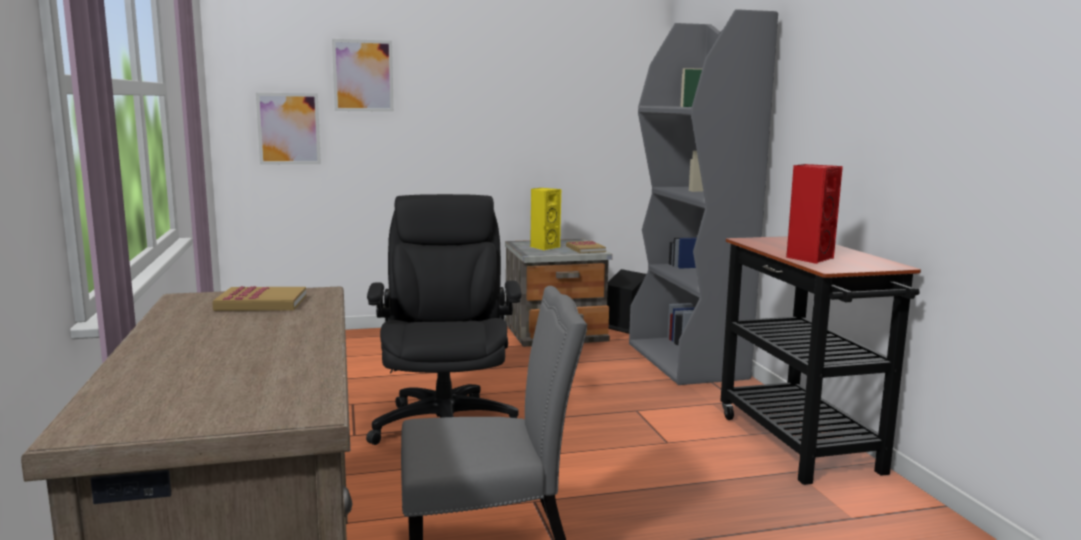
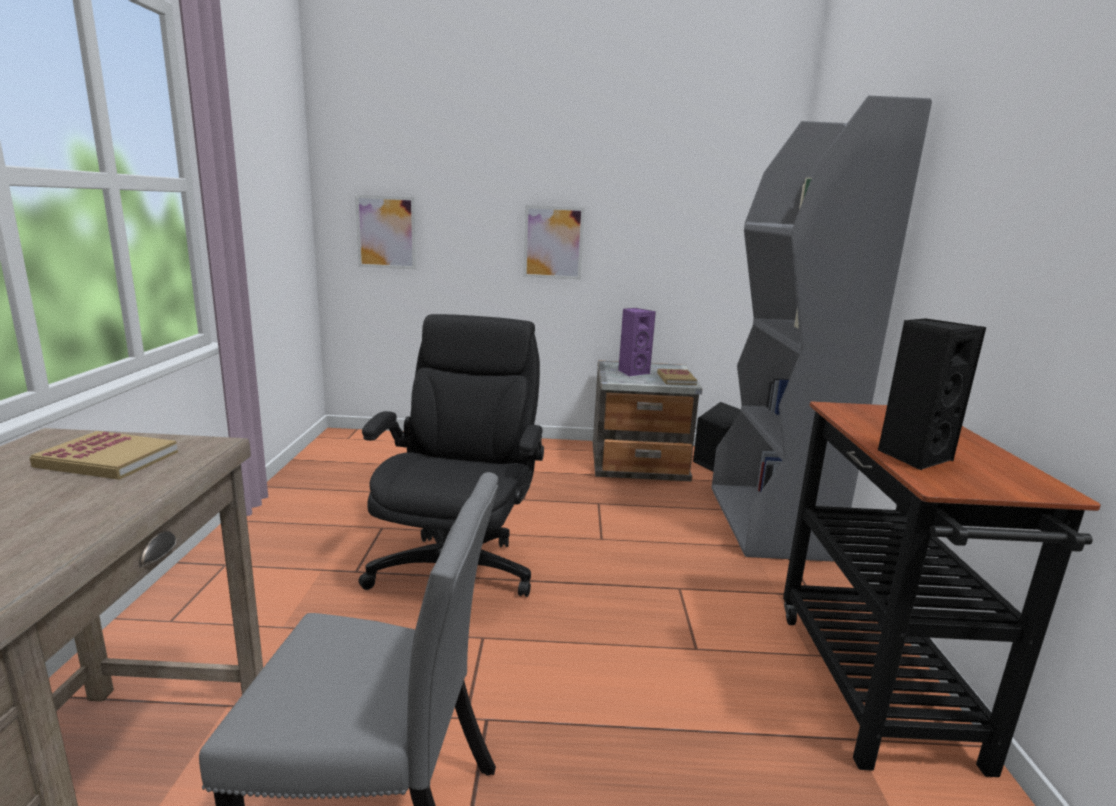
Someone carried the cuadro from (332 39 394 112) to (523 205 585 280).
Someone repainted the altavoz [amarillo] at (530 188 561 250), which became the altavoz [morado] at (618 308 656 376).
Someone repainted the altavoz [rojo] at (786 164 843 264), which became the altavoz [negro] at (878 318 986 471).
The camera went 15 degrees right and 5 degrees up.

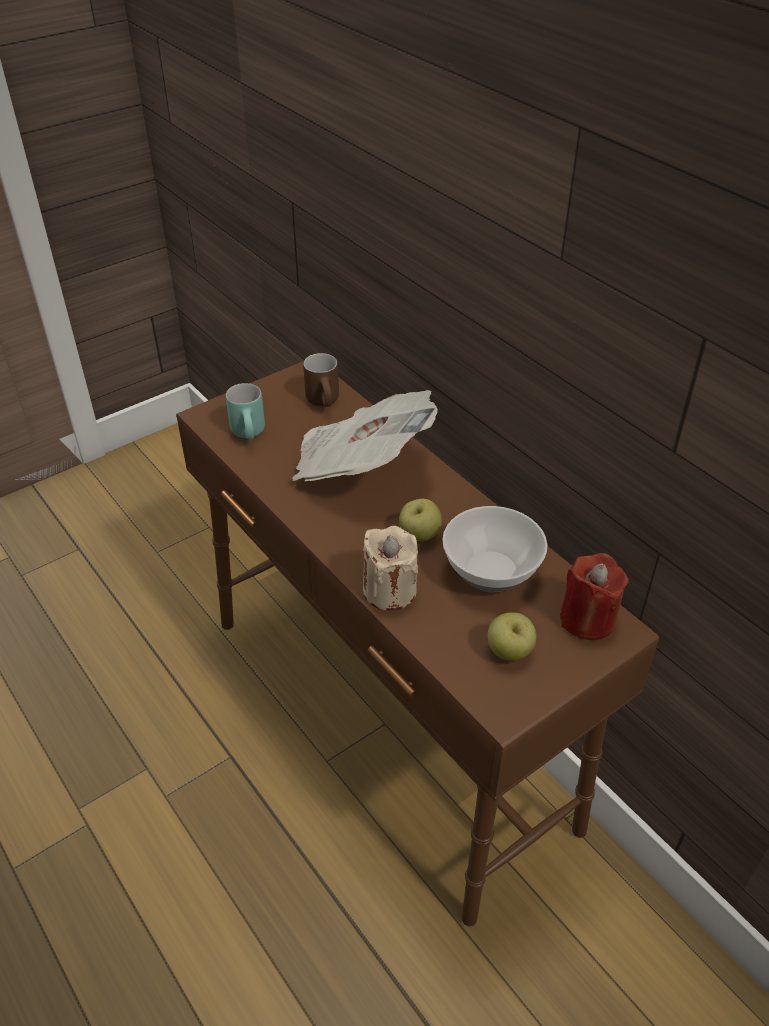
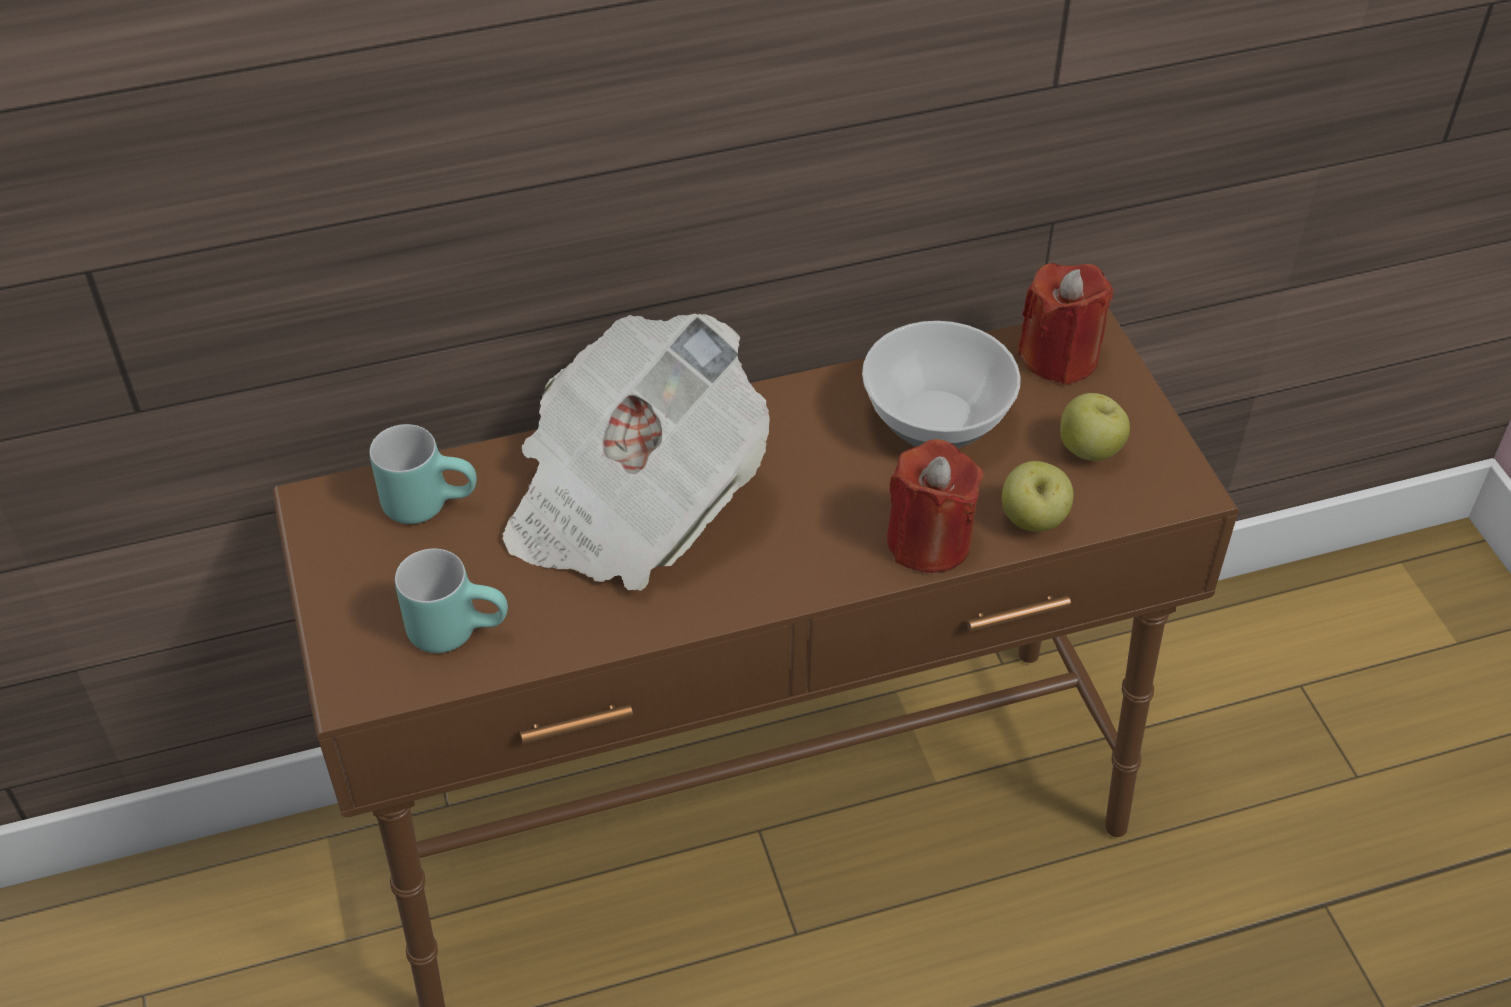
Someone repainted the taza grande [marrón] at (303 353 339 407), which became the taza grande [turquesa] at (370 424 477 524).
Someone repainted the vela [beis] at (363 526 418 611), which became the vela [rojo] at (887 439 983 573).
Someone carried the manzana from (399 499 442 541) to (1002 461 1074 532).
The camera went 70 degrees left and 5 degrees up.

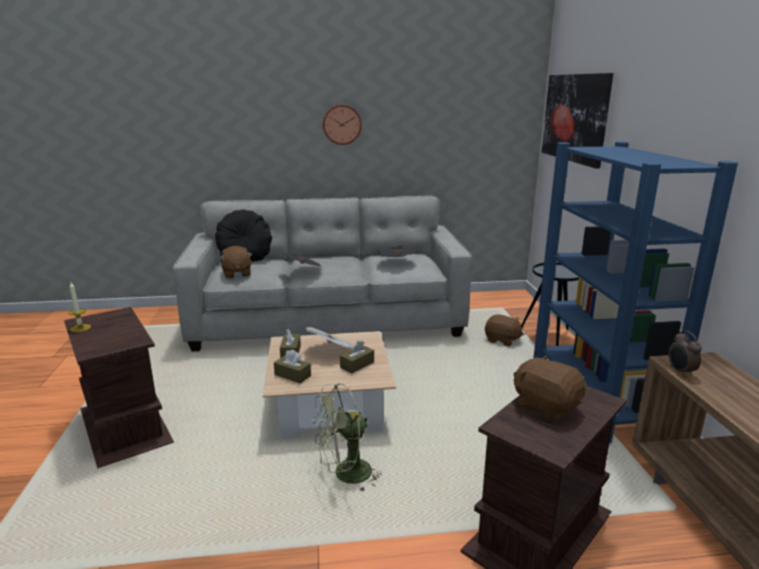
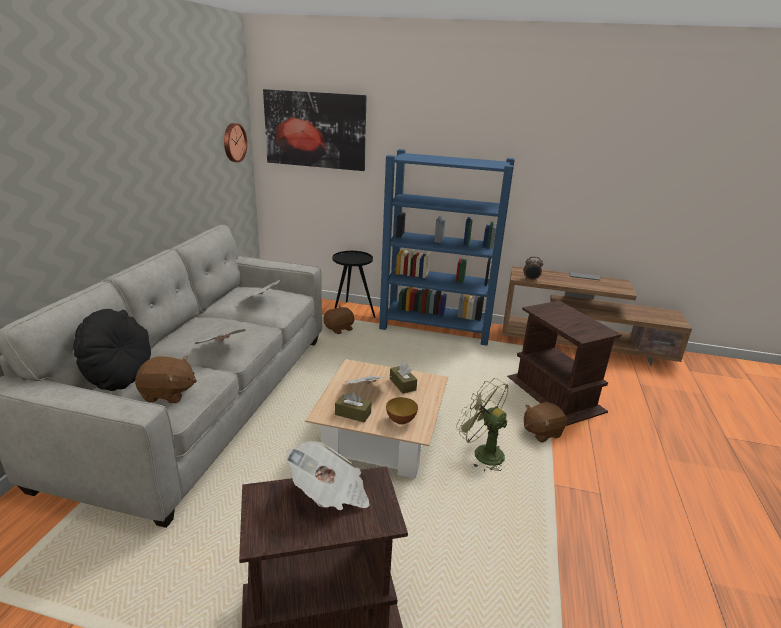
Someone took away the vela at (68 282 91 332).
Someone swapped the caja de pañuelos [marrón] at (274 349 311 383) for the cuenco at (386 397 418 425).
Someone rotated the ventilador [verde] at (312 383 382 491) by 135 degrees clockwise.
Someone carried the reloj de pared from (323 105 362 145) to (224 123 247 162).
Someone carried the peluche [marrón] from (513 355 586 421) to (524 402 567 443).
Someone put down the periódico at (286 441 370 510).
The camera went 70 degrees left and 5 degrees up.

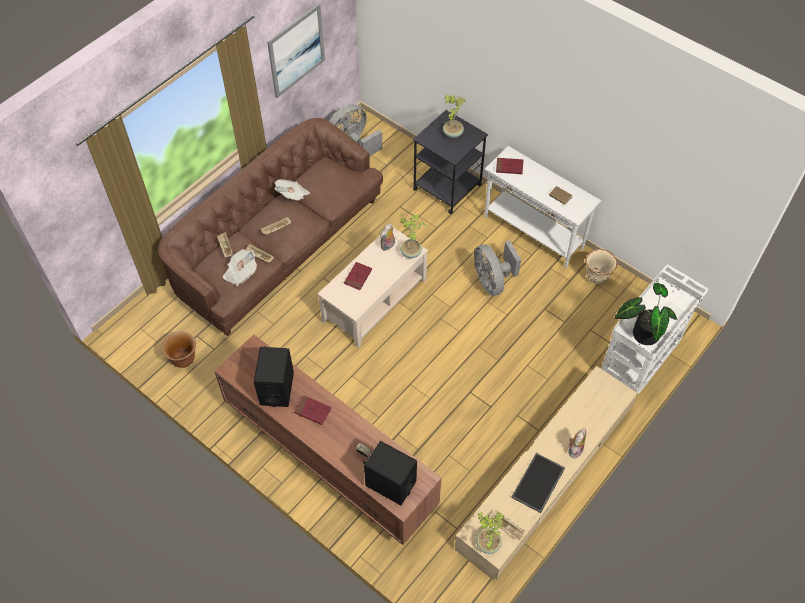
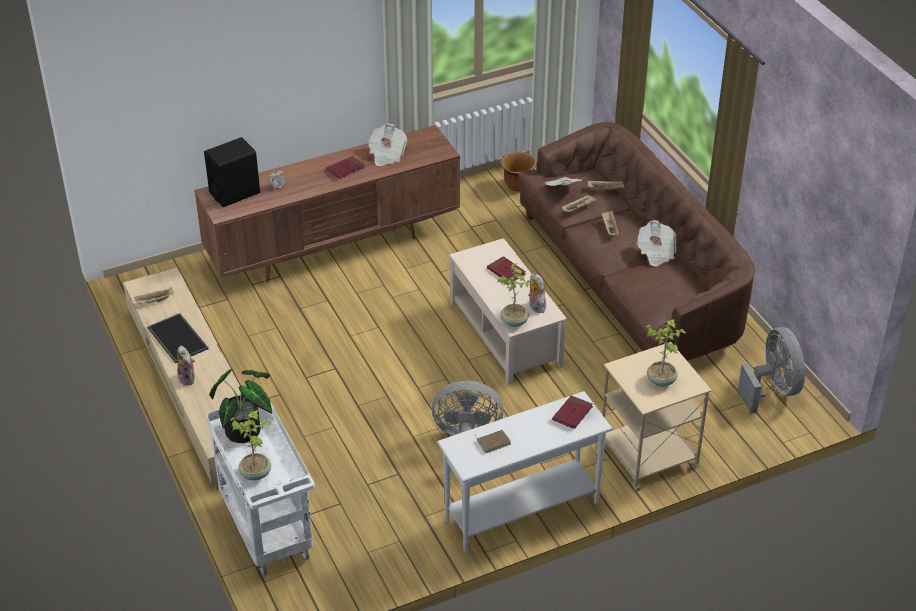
Someone swapped the altavoz [negro] at (254 346 294 407) for the periódico at (368 124 407 166).
Someone took away the cuadro at (267 3 325 98).
Someone repainted the carrito [negro] at (413 110 488 214), which became the carrito [beis] at (602 342 712 491).
Someone carried the planta en maceta from (476 512 504 554) to (230 410 271 480).
Someone took away the maceta [beis] at (585 249 617 284).
The camera went 115 degrees right and 15 degrees down.

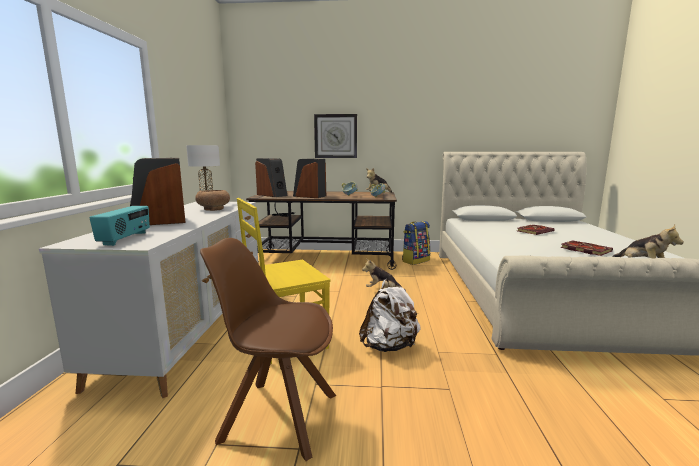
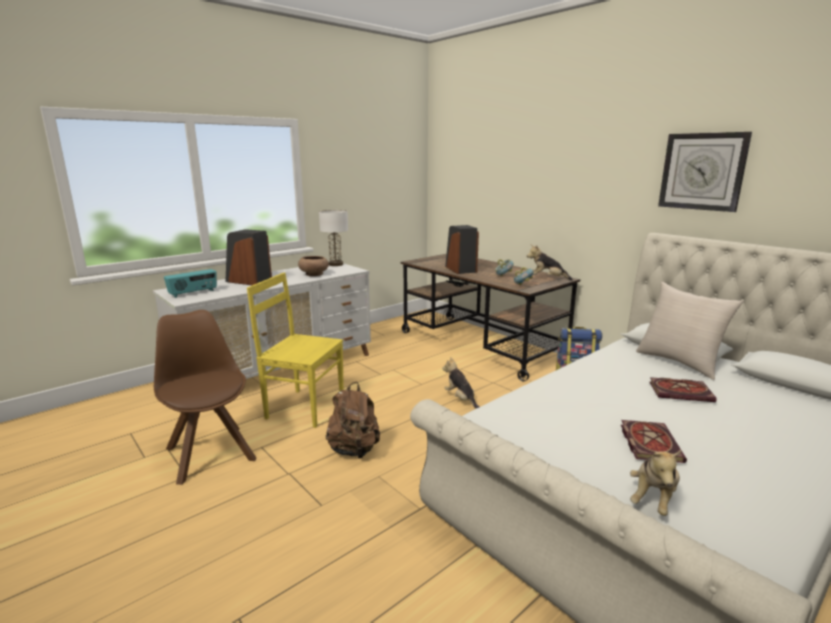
Someone took away the altavoz at (255 158 287 197).
Someone carried the reloj de pared from (314 114 357 158) to (658 132 752 212).
Someone repainted the mochila [blanco] at (359 279 421 352), which became the mochila [marrón] at (326 382 380 459).
Someone put down the cojín [beis] at (636 282 744 380).
The camera went 45 degrees right and 5 degrees up.

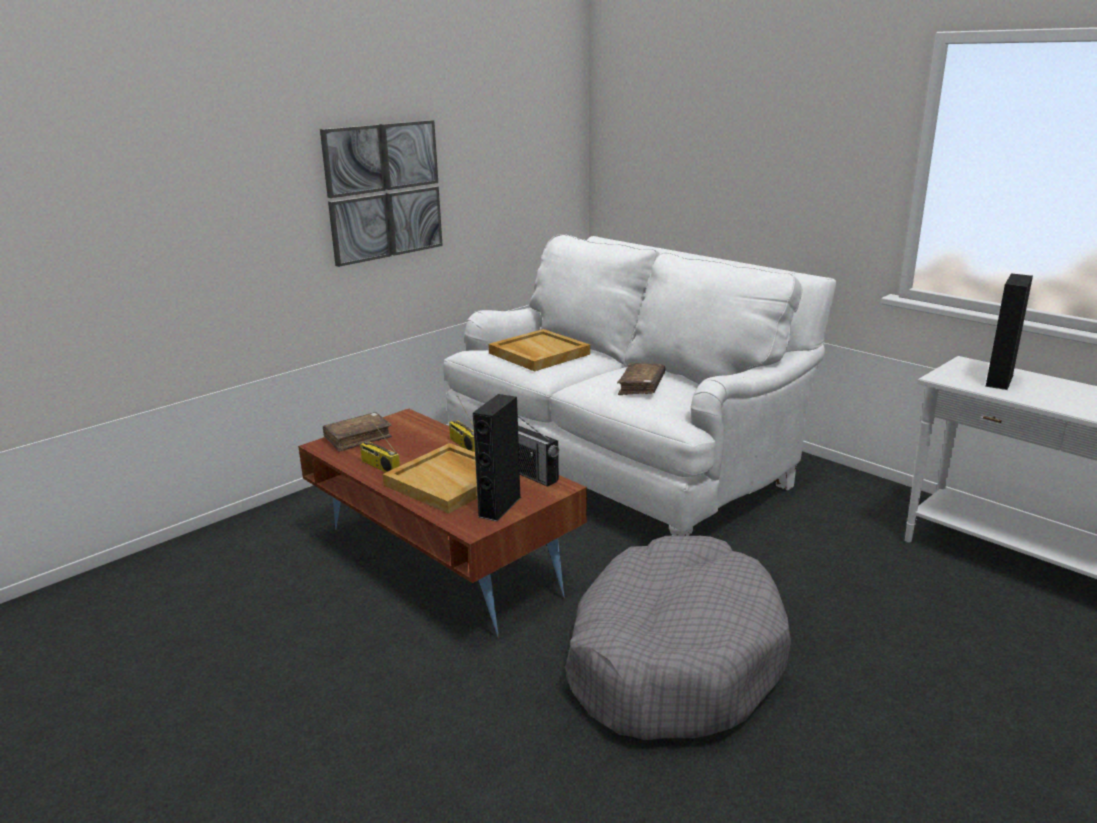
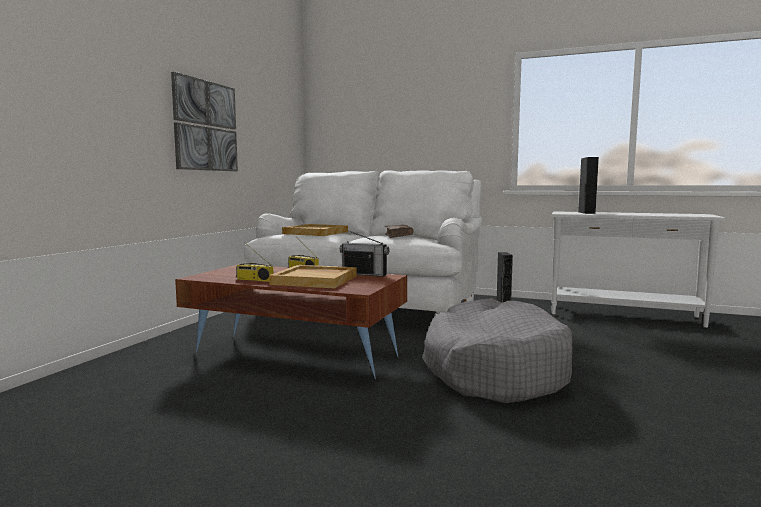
Someone took away the libro [marrón] at (323 412 392 452).
Someone carried the altavoz [negro] from (473 394 521 521) to (496 252 513 303).
The camera went 25 degrees left and 15 degrees down.

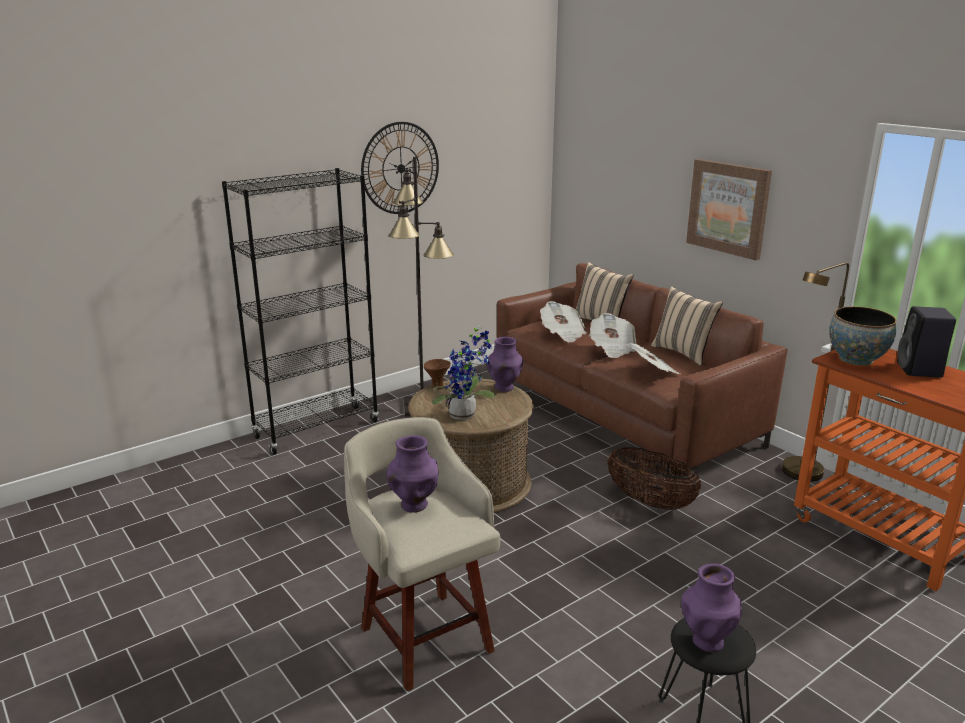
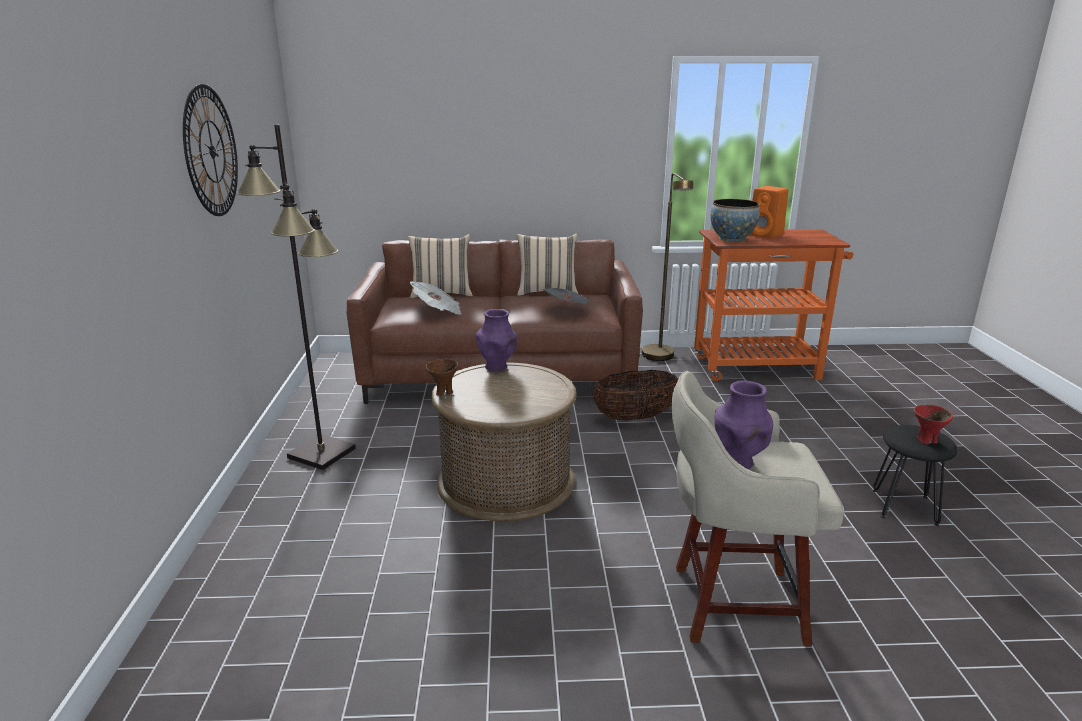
Someone took away the estantería [negro] at (222 168 379 455).
Someone took away the planta en maceta at (431 325 495 420).
Someone took away the periódico at (589 313 636 358).
Someone swapped the florero [morado] at (681 564 742 653) for the cuenco [rojo] at (914 405 953 444).
Someone took away the cuadro at (686 159 772 260).
Someone repainted the altavoz [negro] at (897 306 956 378), which became the altavoz [naranja] at (749 186 789 238).
The camera went 55 degrees left and 0 degrees up.

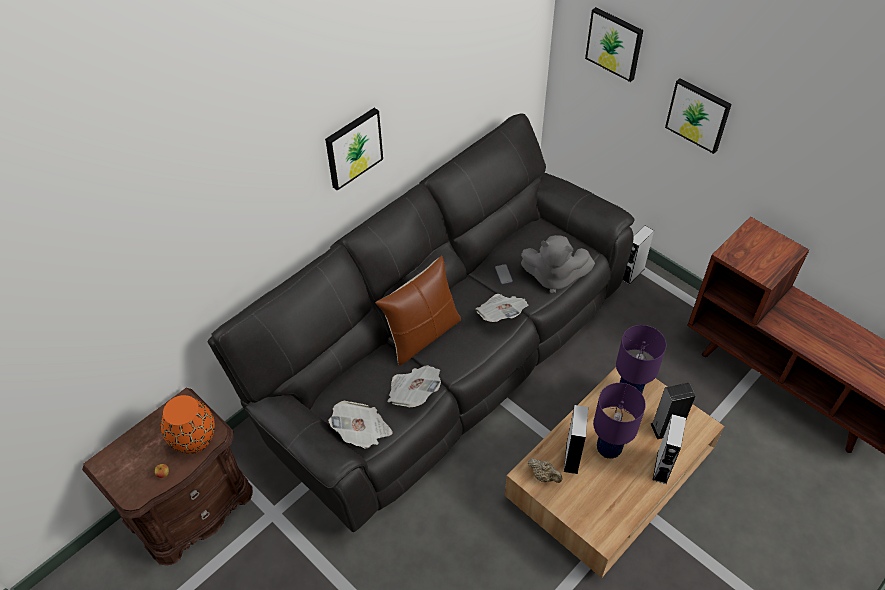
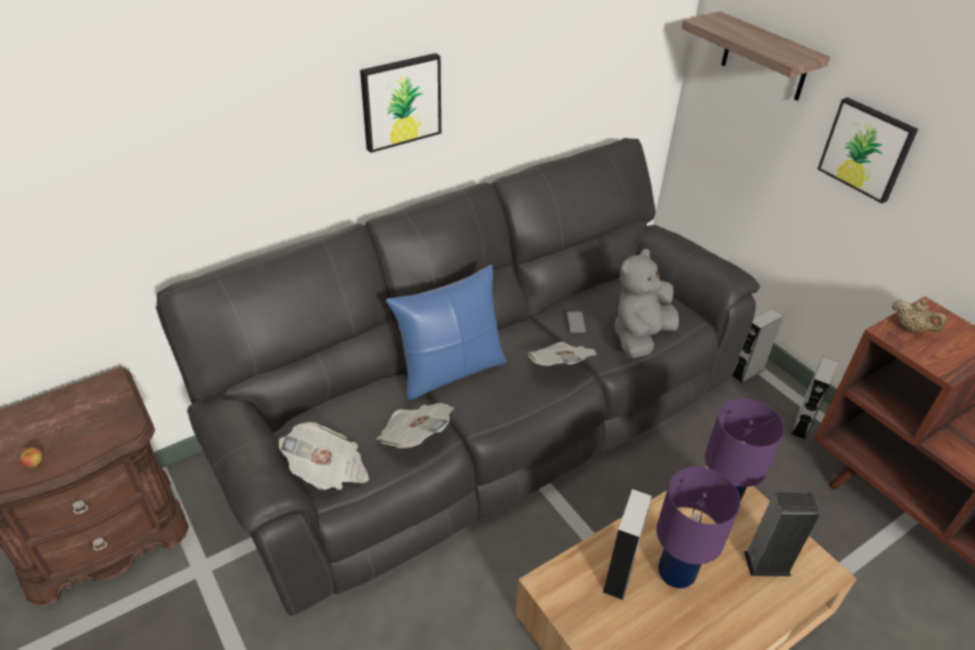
Someone took away the florero [naranja] at (161 395 215 454).
Someone repainted the cojín [marrón] at (376 256 461 366), which became the cojín [azul] at (386 265 506 400).
Someone rotated the peluche [gris] at (521 235 595 294) by 105 degrees clockwise.
Someone carried the tetera [beis] from (528 458 562 483) to (892 299 946 332).
Someone swapped the cuadro at (585 7 643 82) for the estante at (682 11 830 101).
Someone carried the altavoz [gris] from (653 414 686 484) to (790 357 838 441).
The camera went 10 degrees right and 10 degrees down.

